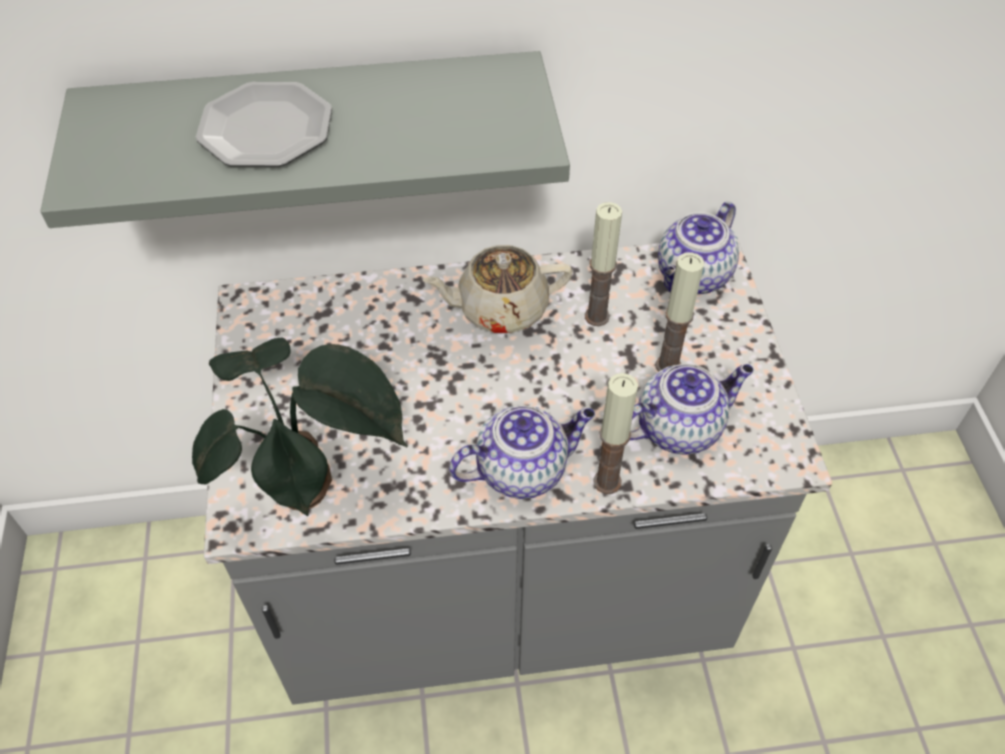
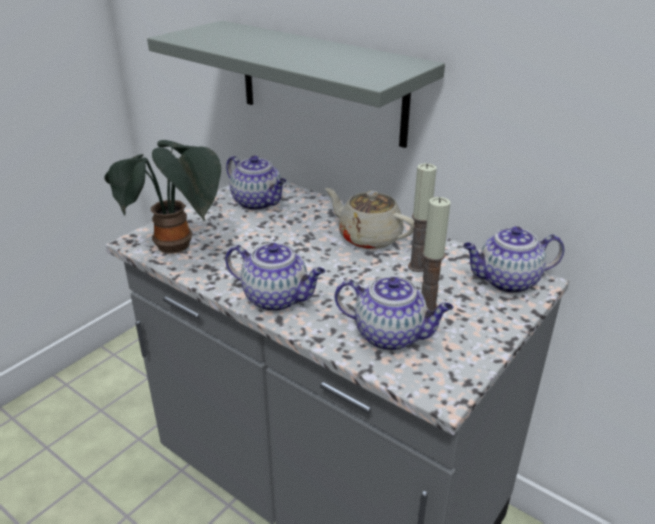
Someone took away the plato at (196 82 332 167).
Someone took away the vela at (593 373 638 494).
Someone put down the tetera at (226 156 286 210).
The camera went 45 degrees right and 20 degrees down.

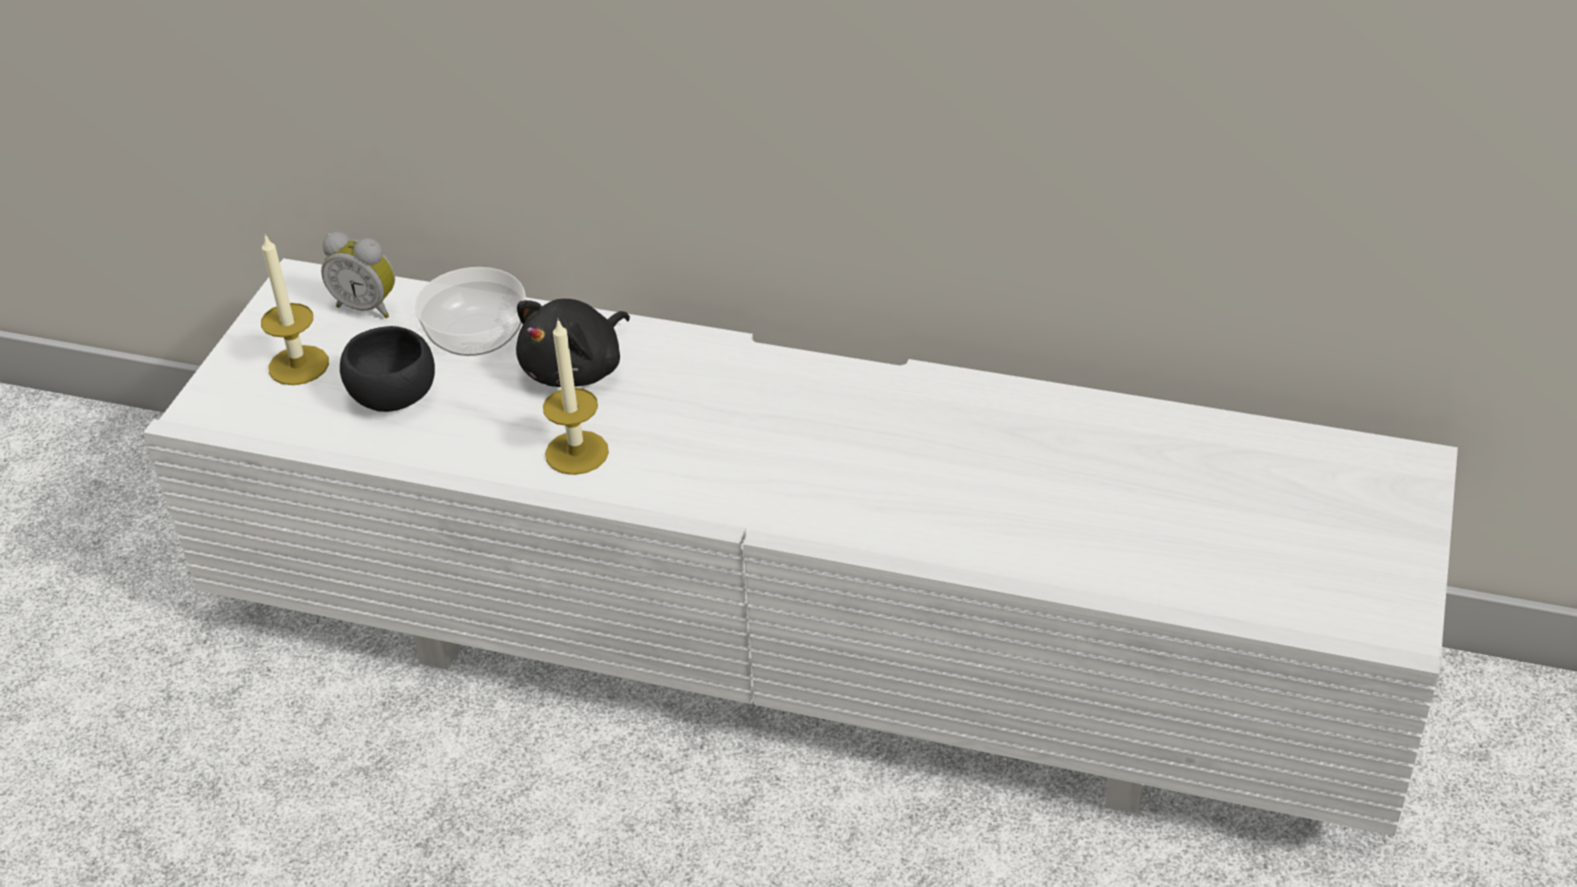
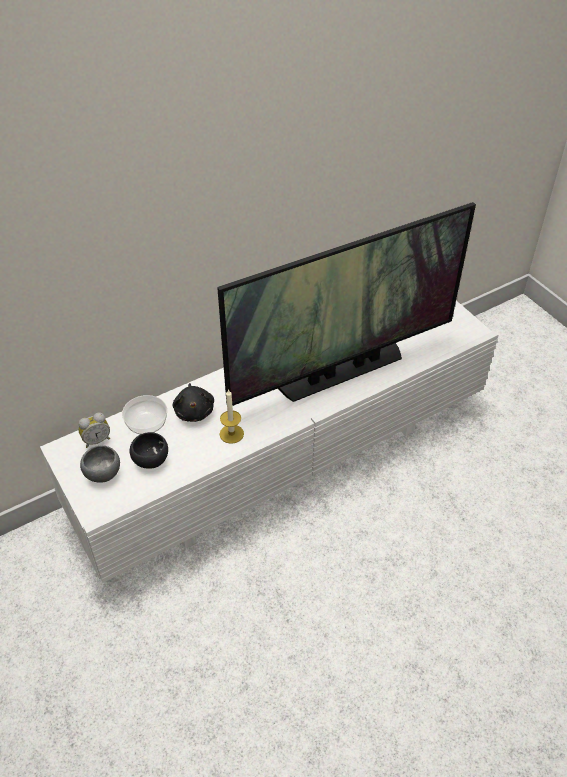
Someone swapped the vela at (261 234 329 385) for the cuenco [gris] at (80 445 120 483).
Someone put down the televisor at (217 202 476 406).
The camera went 50 degrees left and 5 degrees up.

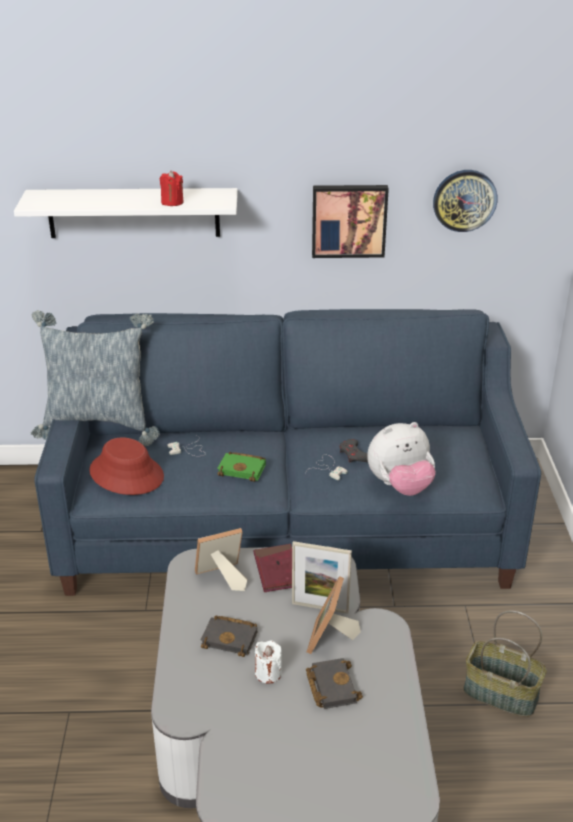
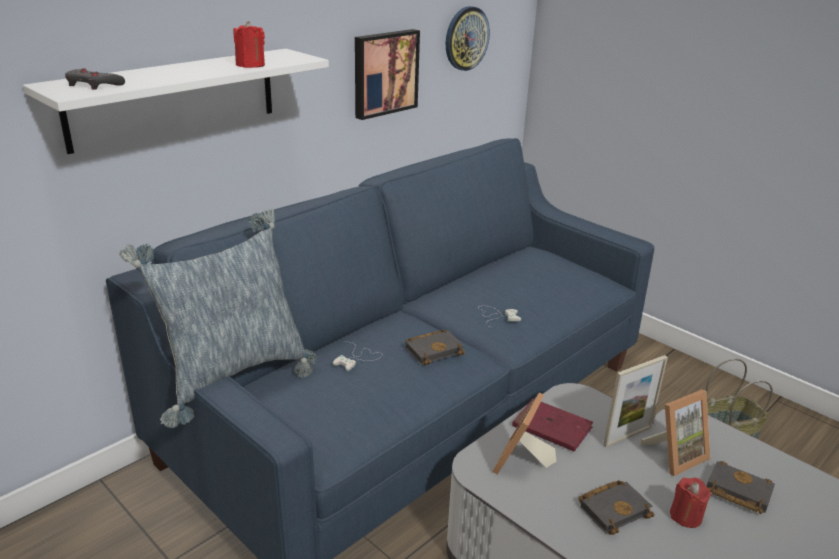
Someone took away the sombrero [rojo] at (89 437 164 495).
Someone repainted the libro [verde] at (217 452 266 482), which became the libro [negro] at (405 329 465 366).
Someone repainted the vela [blanco] at (255 640 282 684), which became the vela [rojo] at (670 478 711 528).
Someone rotated the portarretratos at (306 576 361 654) by 90 degrees counterclockwise.
Someone carried the mando de consola [gris] from (340 439 368 463) to (65 68 125 90).
Someone took away the peluche at (367 422 436 496).
The camera went 45 degrees left and 5 degrees down.

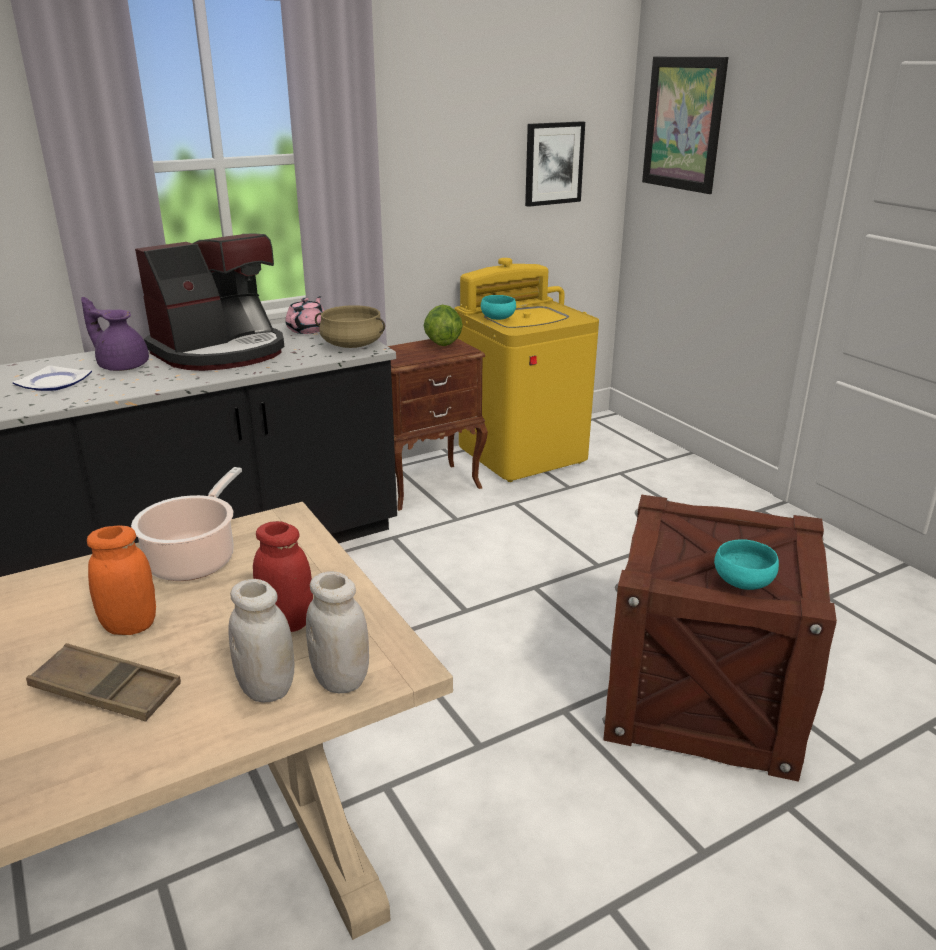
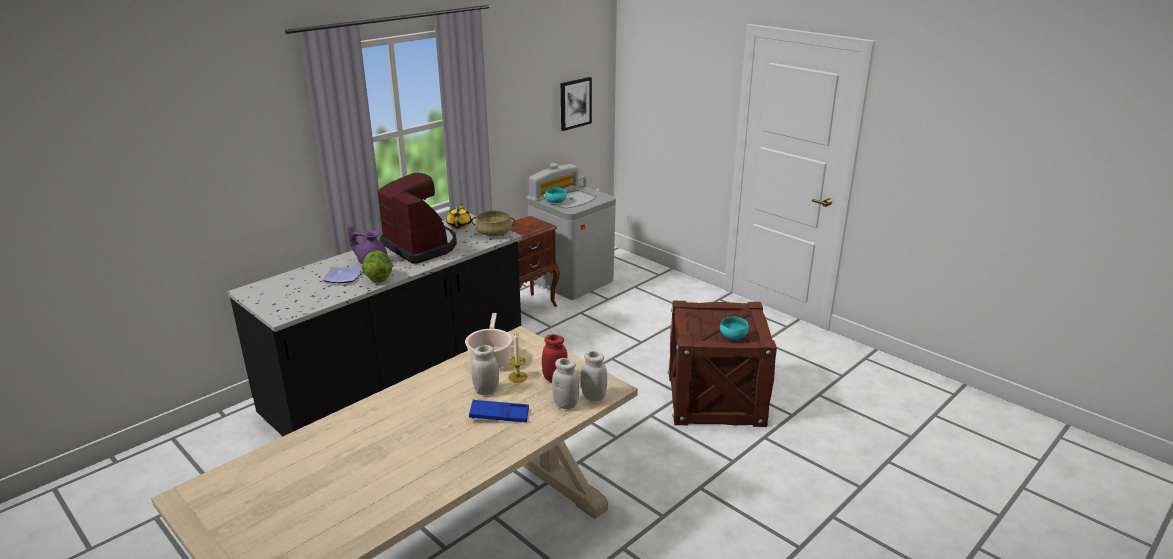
Someone repainted the bandeja [marrón] at (26 643 181 722), which became the bandeja [azul] at (469 400 529 423).
Someone repainted the tarro [naranja] at (87 526 156 635), which became the tarro [blanco] at (472 345 499 395).
Someone rotated the cafetera at (135 233 284 371) by 75 degrees counterclockwise.
Someone repainted the tetera [rosa] at (285 296 324 334), which became the tetera [amarillo] at (447 204 472 229).
Someone carried the lechuga from (424 304 463 346) to (362 250 392 283).
Someone repainted the lavadora [amarillo] at (454 258 599 482), which became the lavadora [gris] at (526 163 616 300).
Someone took away the cuadro at (642 57 729 194).
Someone put down the vela at (508 333 527 382).
The camera went 15 degrees left and 0 degrees up.

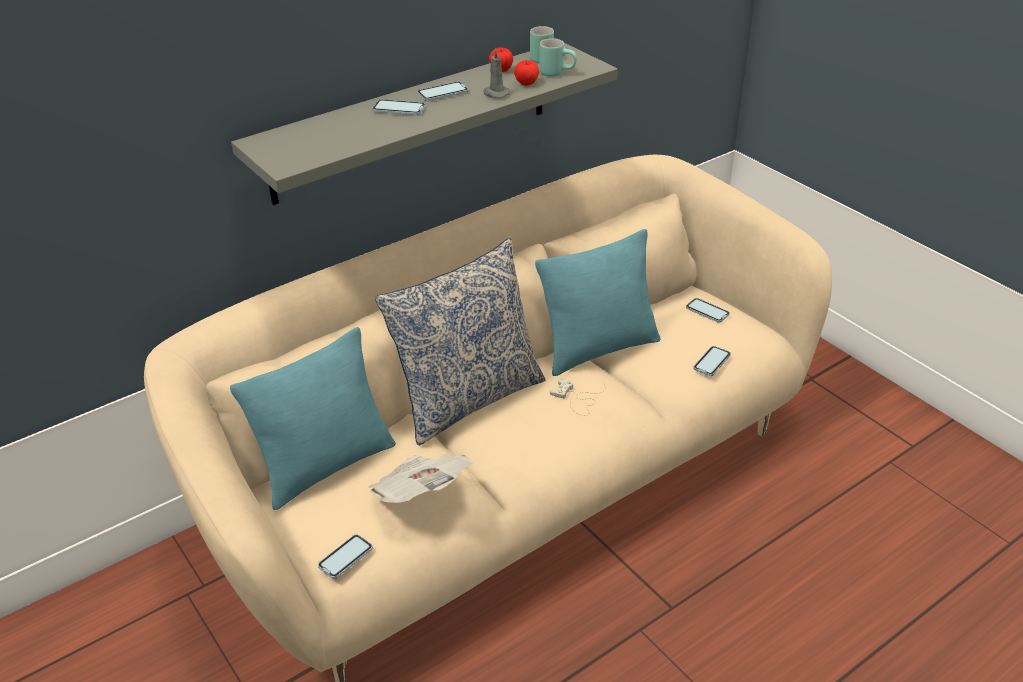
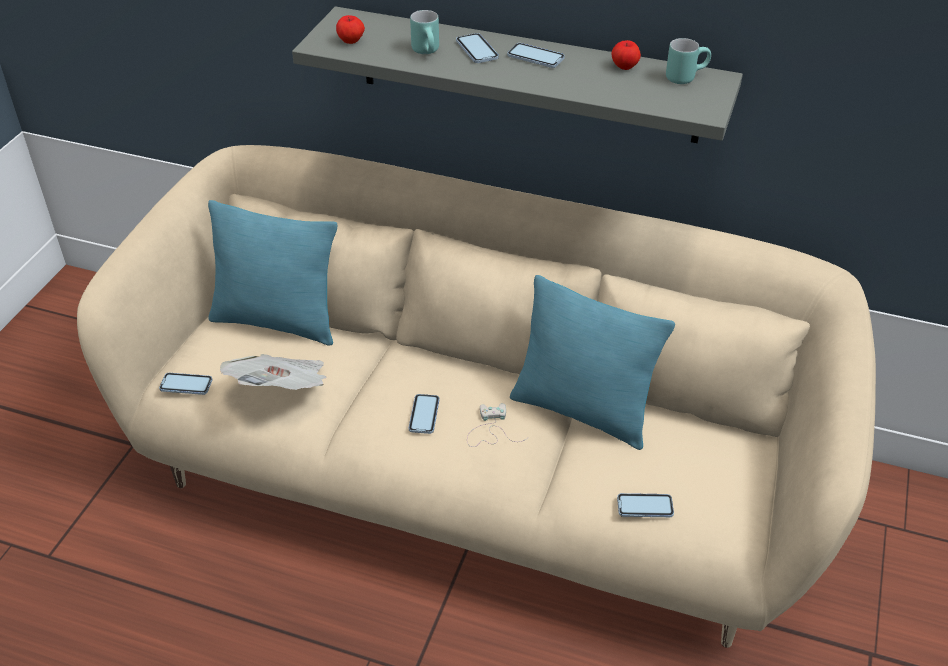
Someone took away the cojín at (375 238 545 446).
Someone took away the vela [gris] at (483 48 510 98).
Someone carried the manzana from (514 60 539 86) to (336 15 365 44).
Someone carried the taza grande [turquesa] from (540 38 577 77) to (410 10 439 54).
Someone carried the móvil from (686 298 730 323) to (409 394 440 434).
The camera went 55 degrees right and 5 degrees up.

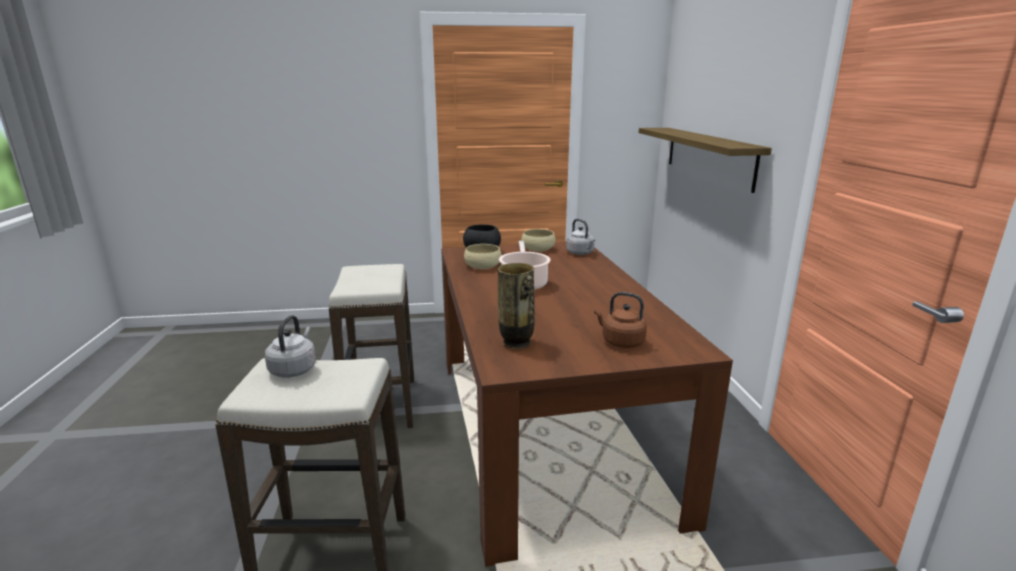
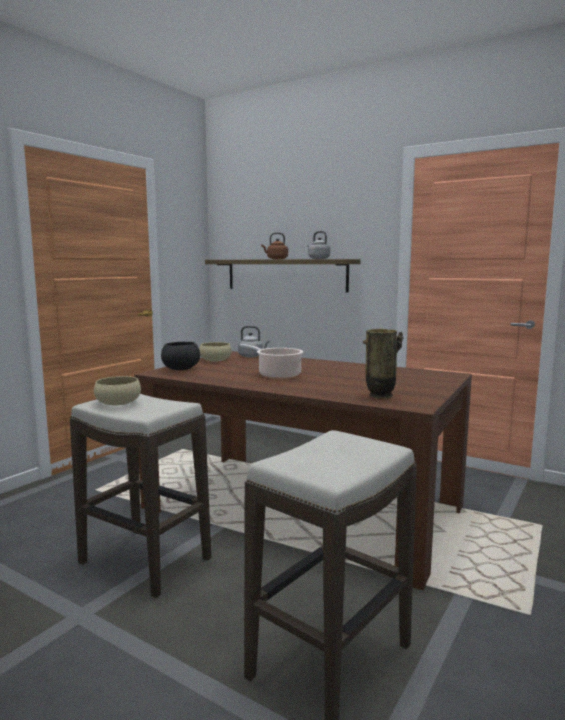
Someone carried the hervidor [gris] from (265 315 316 378) to (307 231 330 259).
Someone carried the cuenco [beis] from (464 244 502 269) to (94 376 141 405).
Someone carried the hervidor [marrón] from (594 292 647 348) to (261 232 288 259).
The camera went 50 degrees left and 10 degrees down.

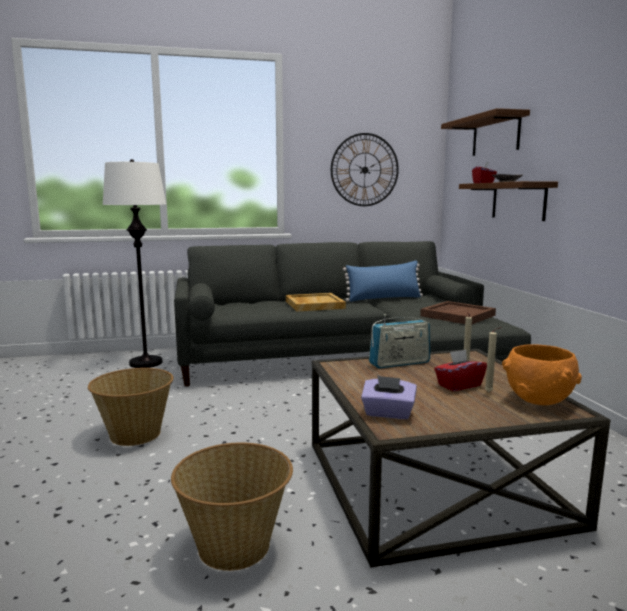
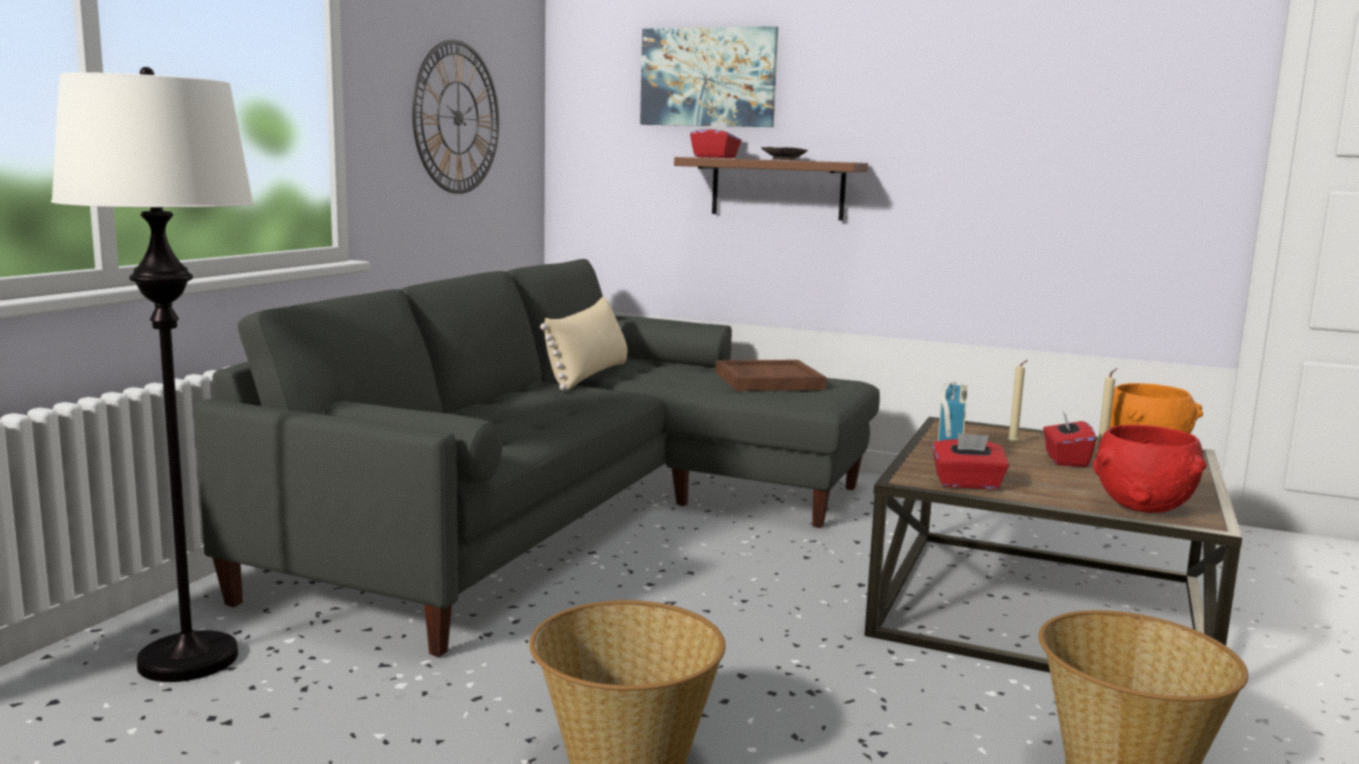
Someone took away the bandeja [beis] at (286 293 346 312).
Someone repainted the cojín [azul] at (343 260 423 302), which became the cojín [beis] at (540 297 627 391).
Someone swapped the caja de pañuelos [morado] at (361 375 417 419) for the cuenco [rojo] at (1093 425 1207 513).
Someone swapped the estante [marrón] at (441 108 530 156) for the cuadro at (640 26 778 127).
Someone put down the caja de pañuelos [rojo] at (932 433 1009 489).
The camera went 55 degrees left and 0 degrees up.

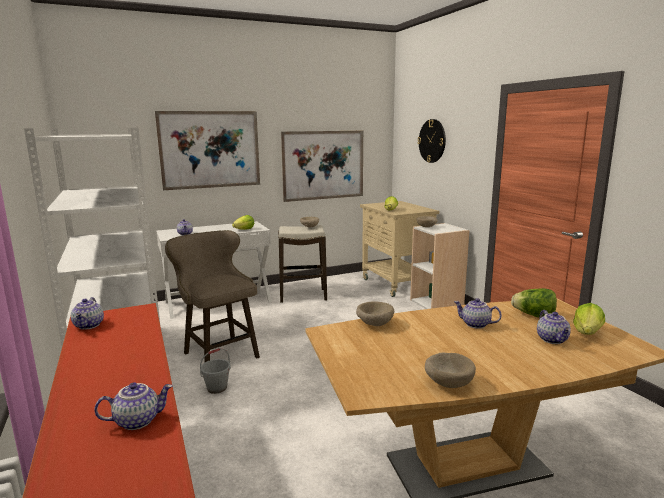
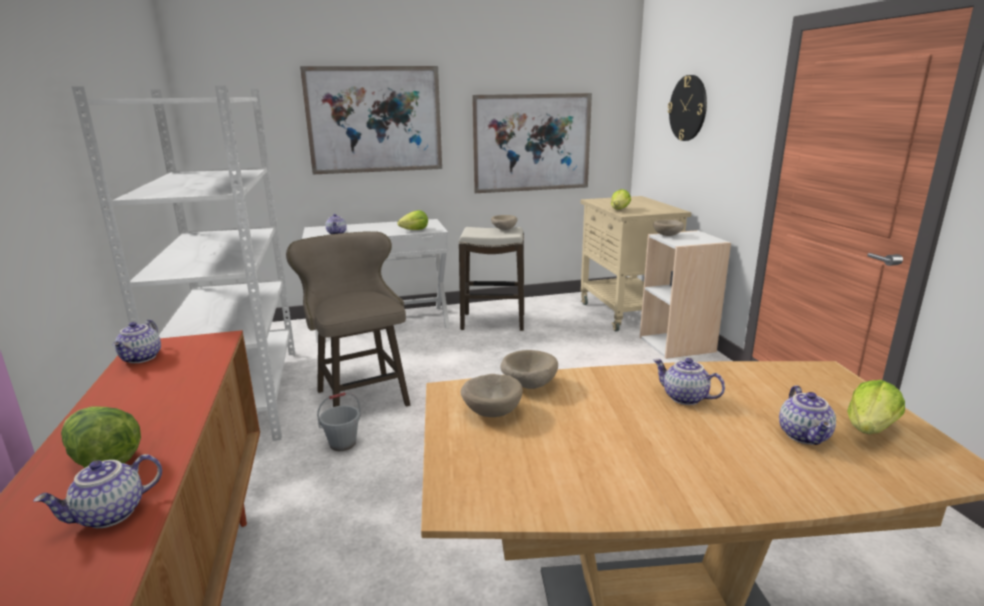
Someone rotated the tetera at (94 382 173 430) by 150 degrees clockwise.
Someone carried the cuenco [beis] from (425 352 476 388) to (461 374 523 417).
Someone carried the lechuga from (511 288 557 317) to (61 406 141 468).
The camera went 10 degrees right and 5 degrees up.

